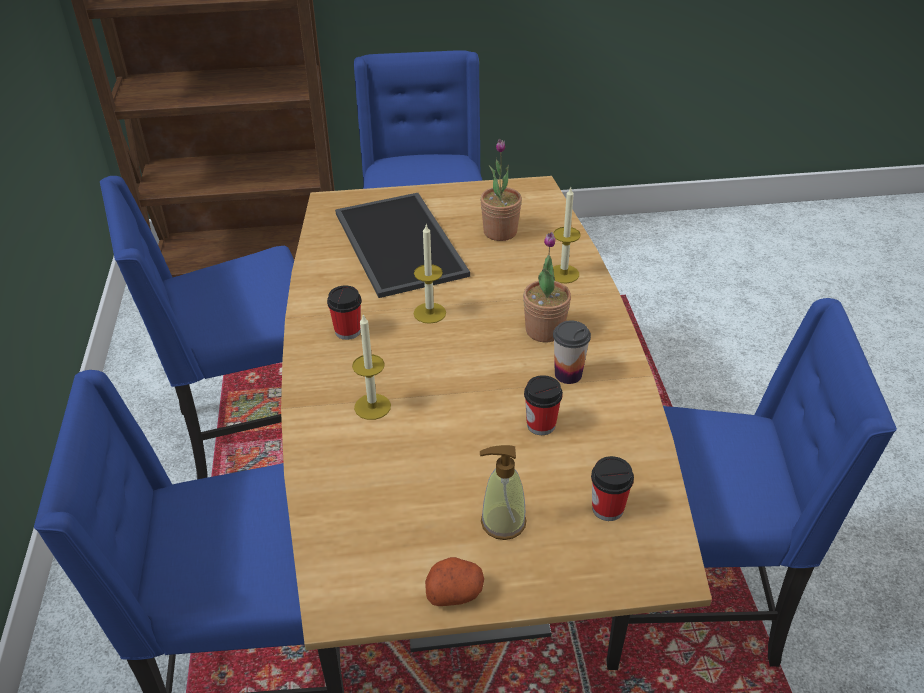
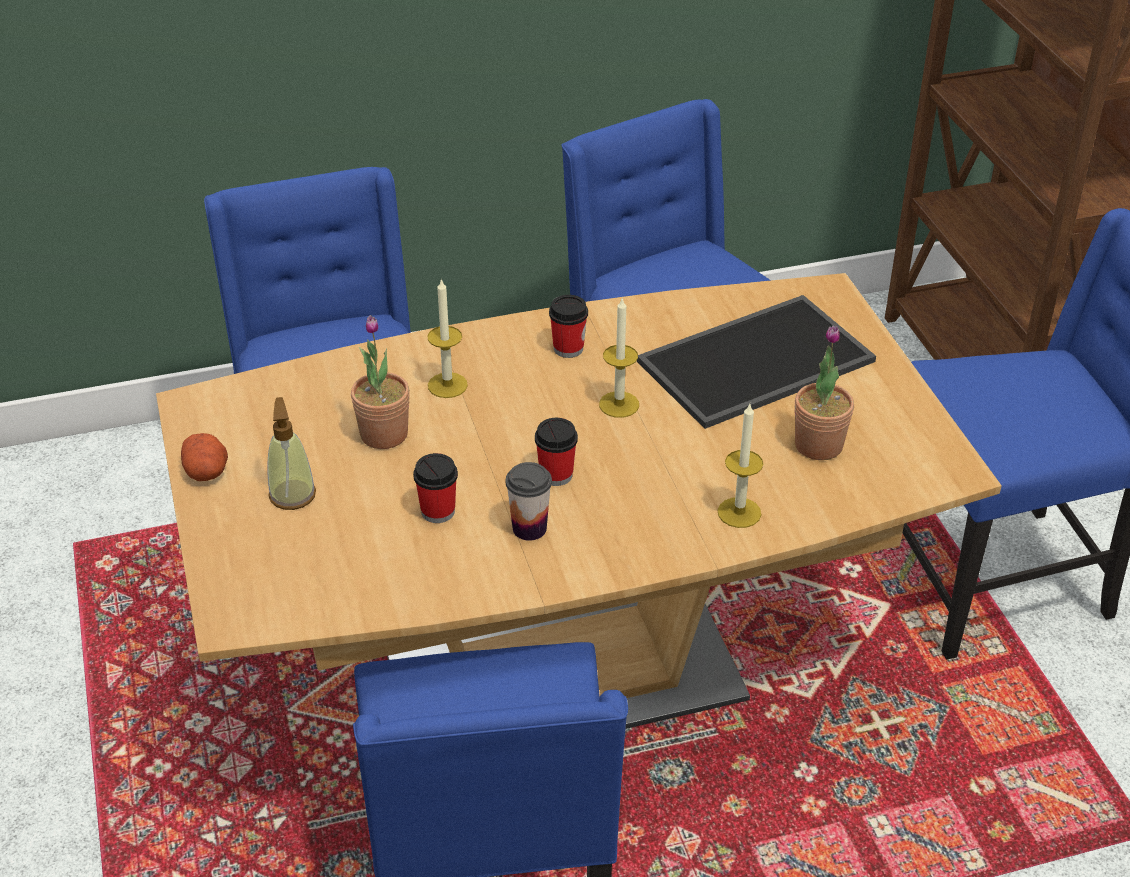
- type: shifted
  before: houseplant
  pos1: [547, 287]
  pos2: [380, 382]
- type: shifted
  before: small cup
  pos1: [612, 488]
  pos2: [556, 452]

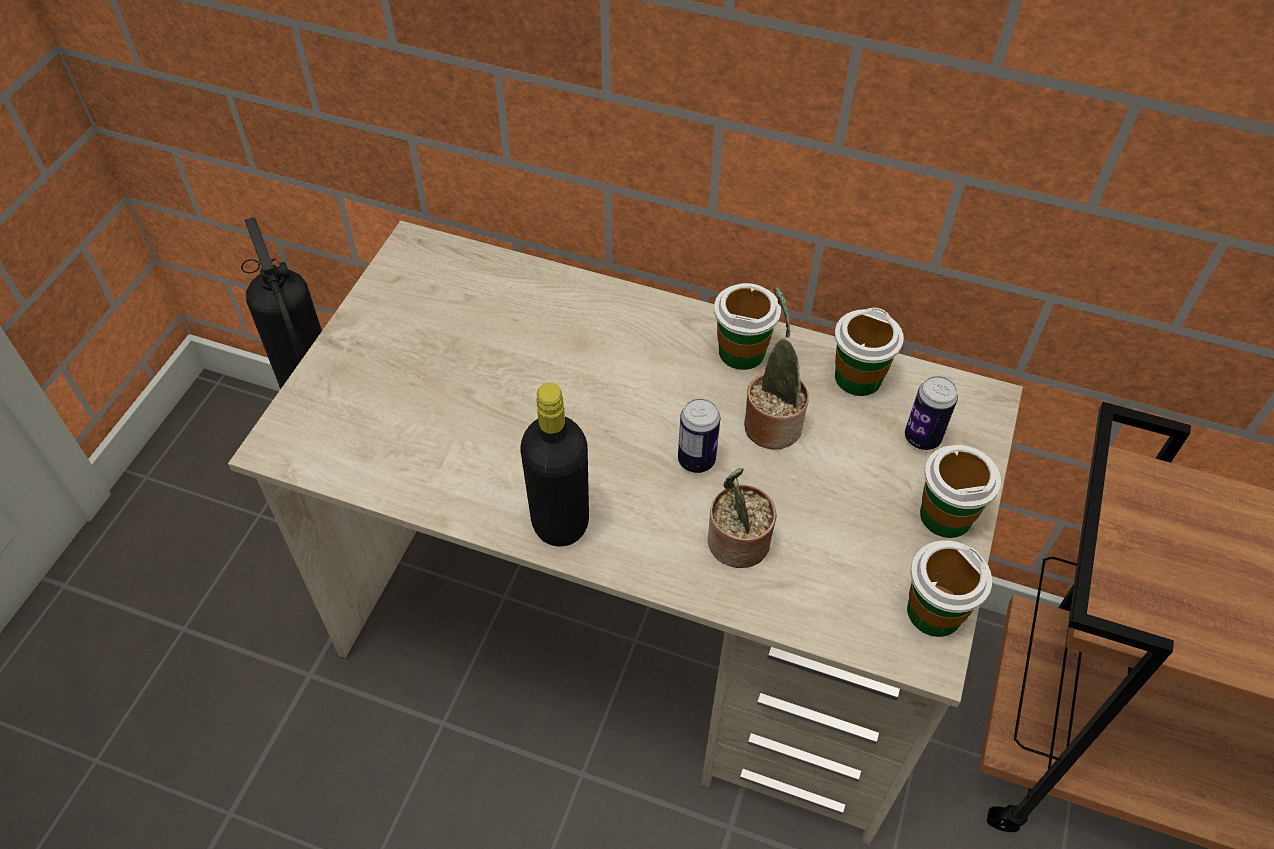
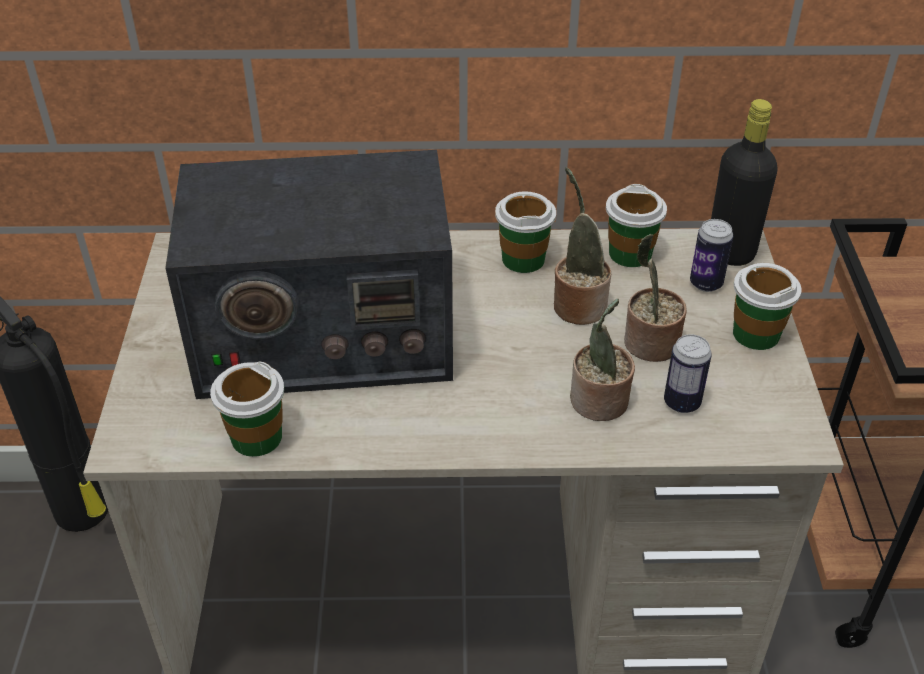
- type: shifted
  before: black-coloured drink bottle
  pos1: [555, 465]
  pos2: [744, 182]
- type: shifted
  before: can
  pos1: [699, 435]
  pos2: [688, 373]
- type: shifted
  before: small cup
  pos1: [949, 588]
  pos2: [247, 409]
- type: new
  after: radio receiver
  pos2: [309, 274]
- type: new
  after: houseplant
  pos2: [655, 298]

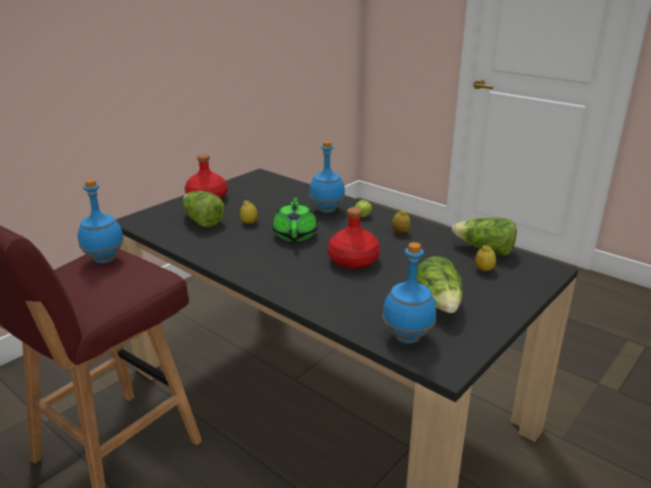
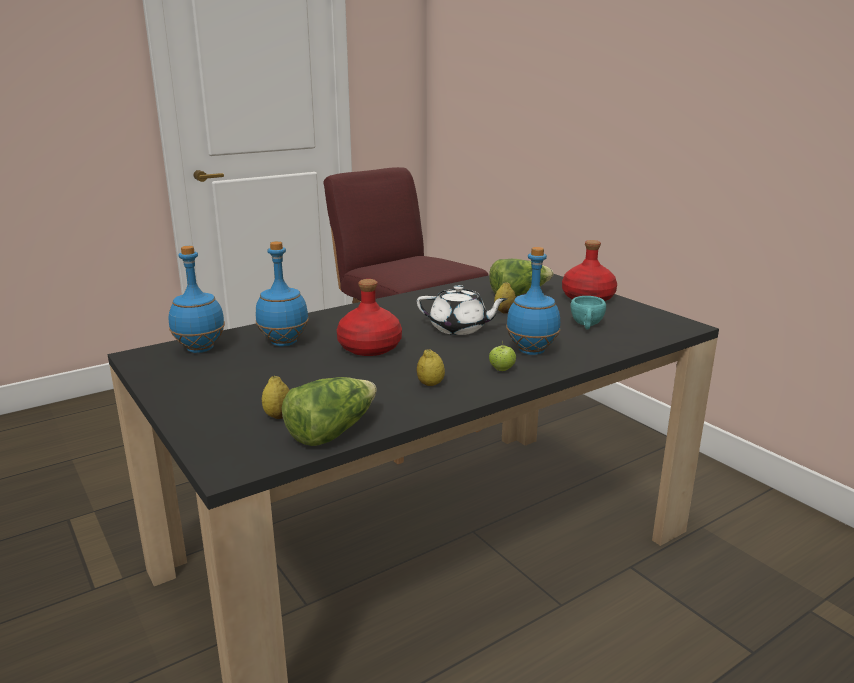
- type: shifted
  before: bluish drink bottle
  pos1: [101, 221]
  pos2: [282, 294]
- type: repainted
  before: green teapot
  after: white-coloured teapot
  pos1: [295, 218]
  pos2: [462, 310]
- type: gone
  before: lettuce head
  pos1: [440, 284]
- type: new
  after: turquoise small cup
  pos2: [588, 313]

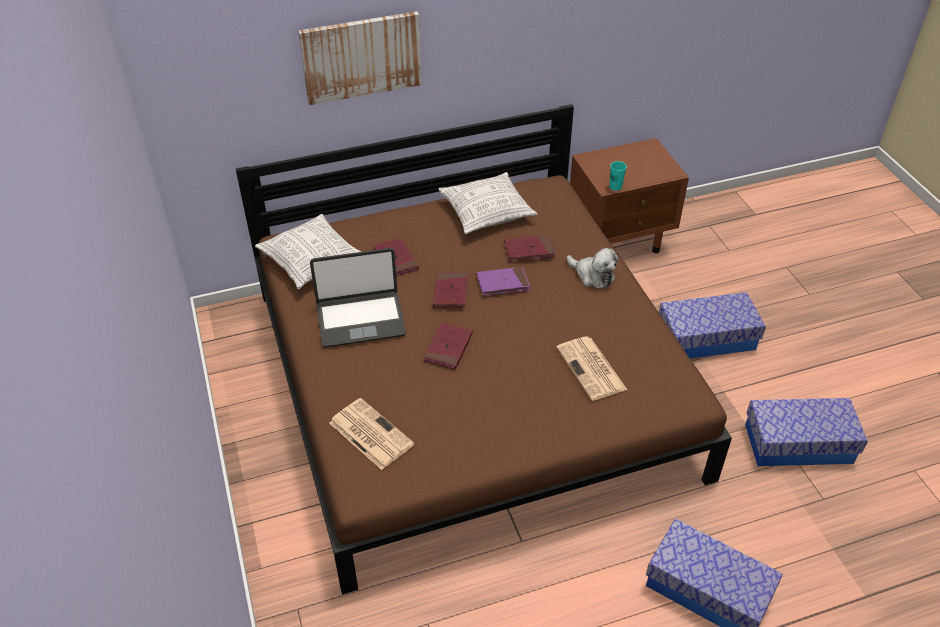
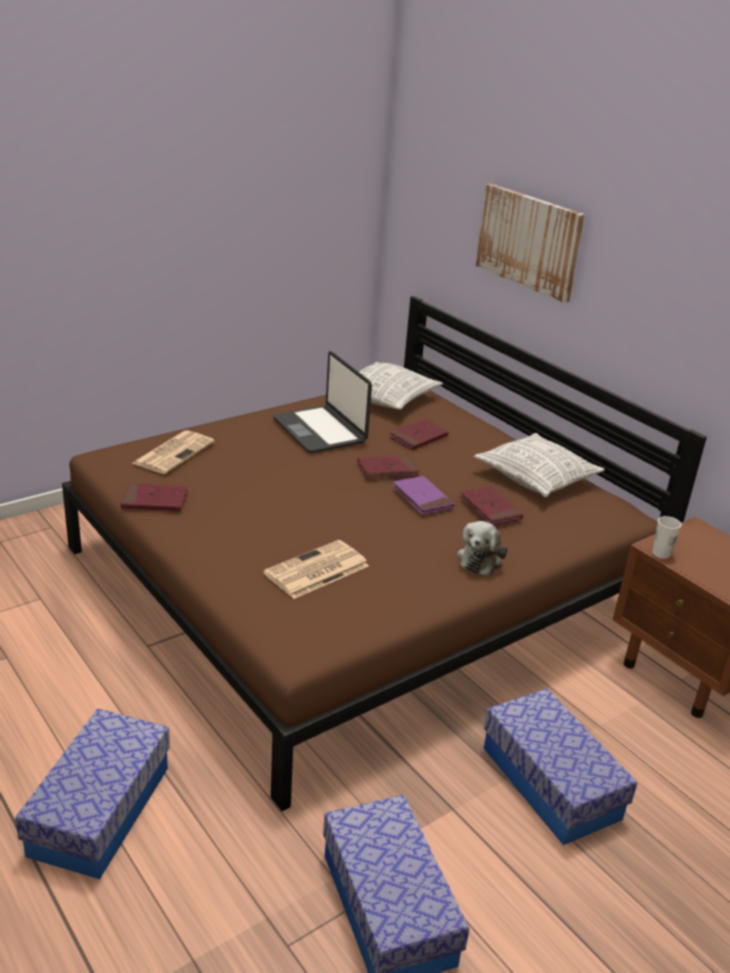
- type: shifted
  before: reddish book
  pos1: [448, 346]
  pos2: [154, 497]
- type: repainted
  before: turquoise small cup
  after: white-coloured small cup
  pos1: [618, 176]
  pos2: [667, 537]

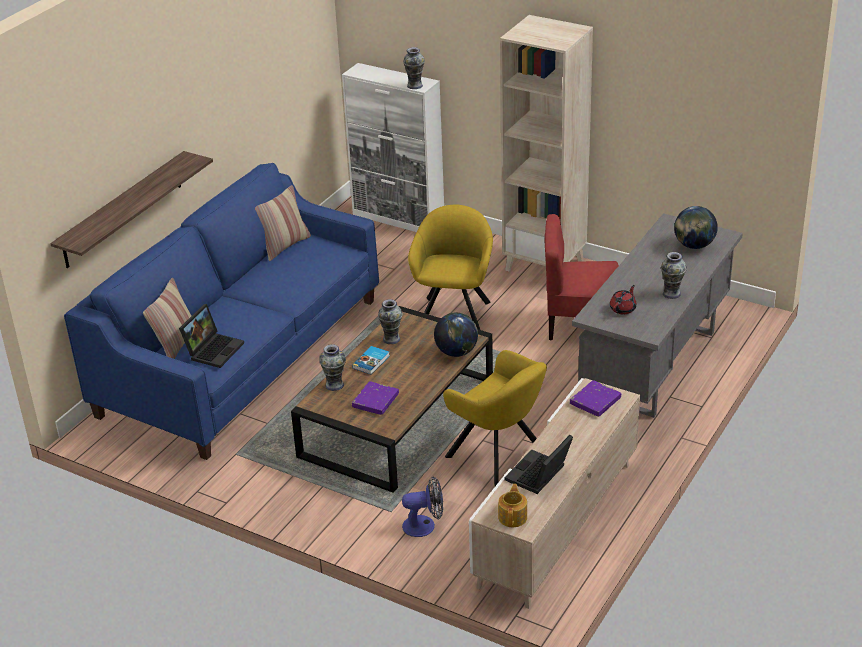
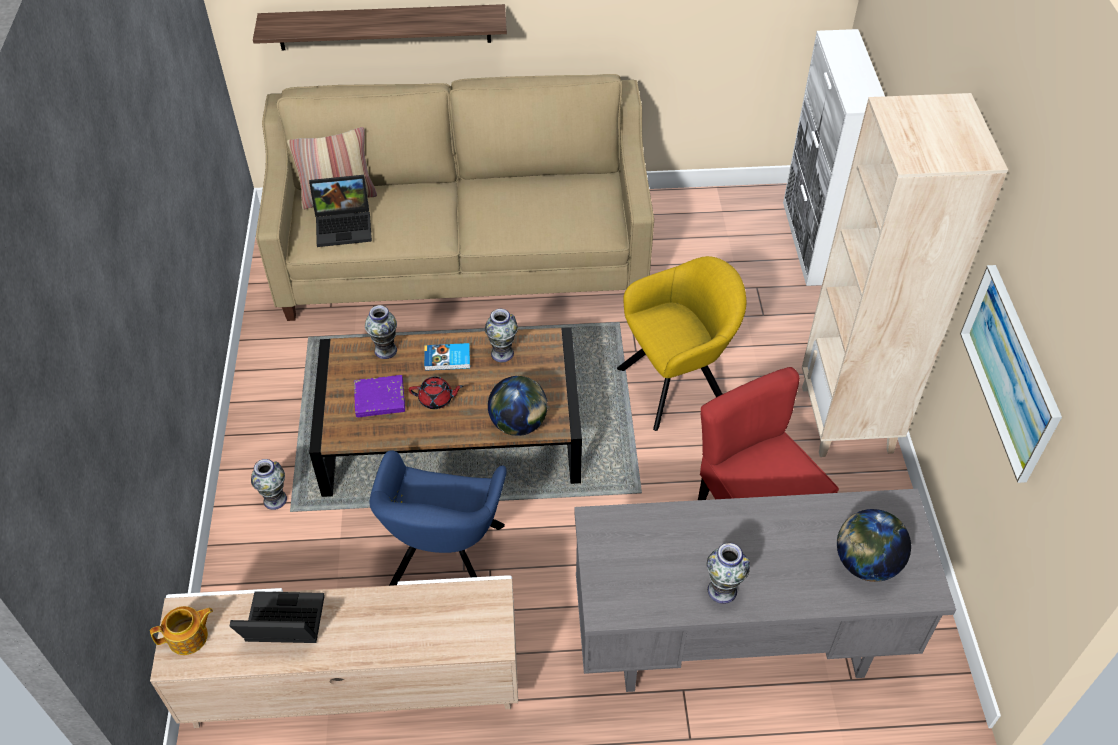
- type: repainted
  before: bluish sofa
  after: beige sofa
  pos1: [221, 311]
  pos2: [455, 197]
- type: gone
  before: pillow
  pos1: [283, 223]
- type: gone
  before: fan
  pos1: [422, 506]
- type: shifted
  before: vase
  pos1: [414, 68]
  pos2: [269, 484]
- type: repainted
  before: yellow-coloured easy chair
  after: bluish easy chair
  pos1: [495, 418]
  pos2: [438, 518]
- type: gone
  before: purple-coloured book
  pos1: [595, 398]
- type: shifted
  before: reddish teapot
  pos1: [623, 299]
  pos2: [436, 393]
- type: new
  after: wall picture
  pos2: [1011, 374]

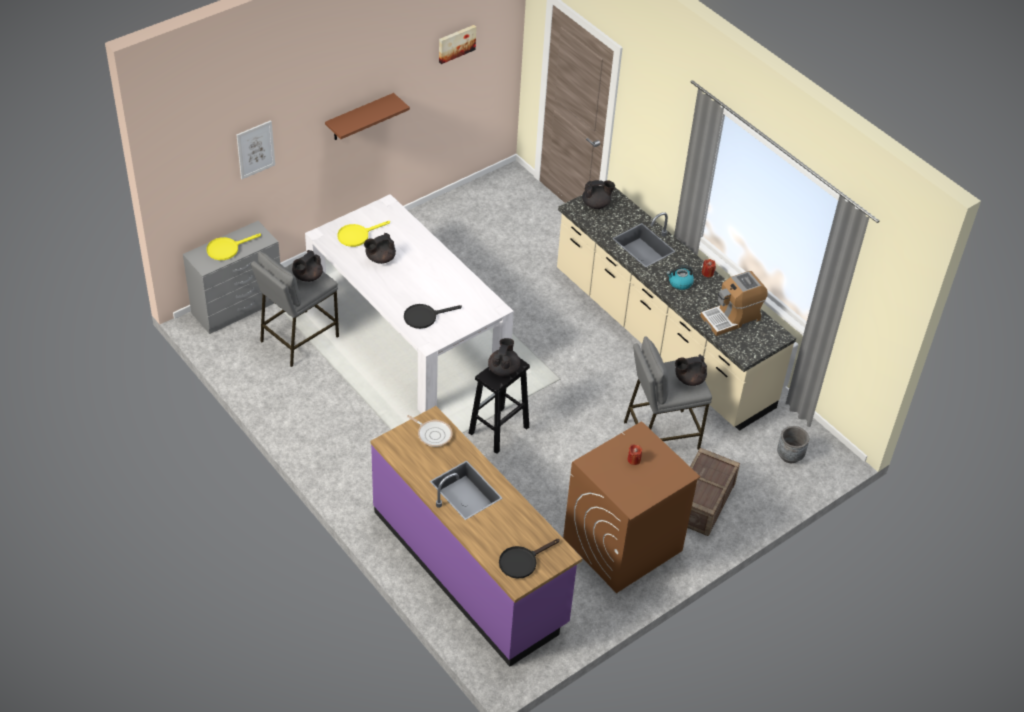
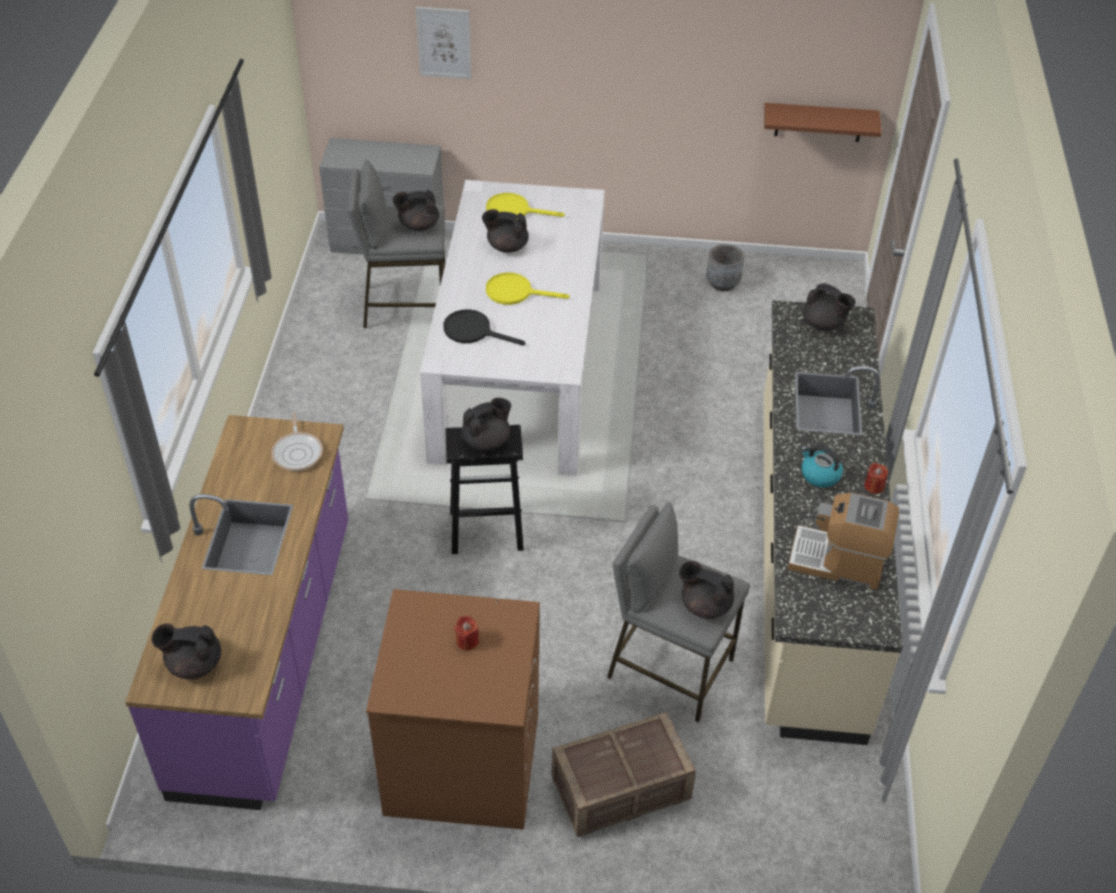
- type: shifted
  before: yellow-coloured frying pan
  pos1: [234, 246]
  pos2: [528, 288]
- type: shifted
  before: brown shelf
  pos1: [367, 116]
  pos2: [823, 122]
- type: gone
  before: wall picture
  pos1: [457, 44]
- type: swapped
  before: black-coloured frying pan
  after: black-coloured teapot
  pos1: [529, 559]
  pos2: [186, 651]
- type: shifted
  before: grey flower pot
  pos1: [793, 444]
  pos2: [725, 268]

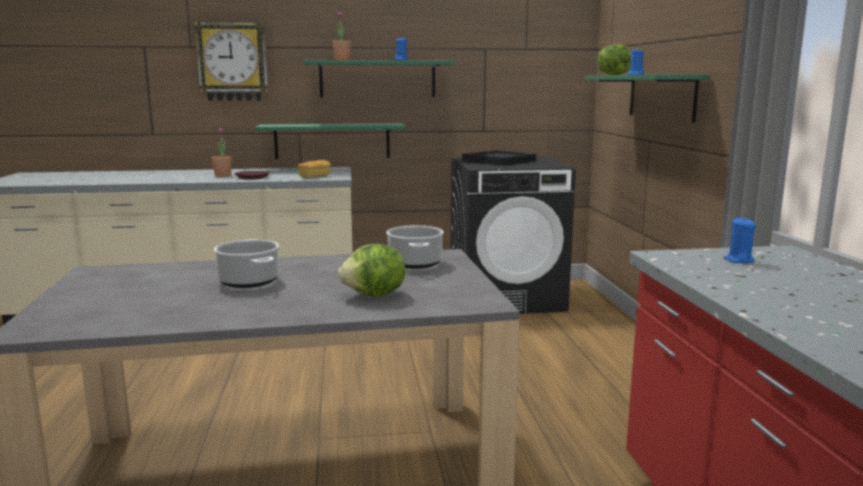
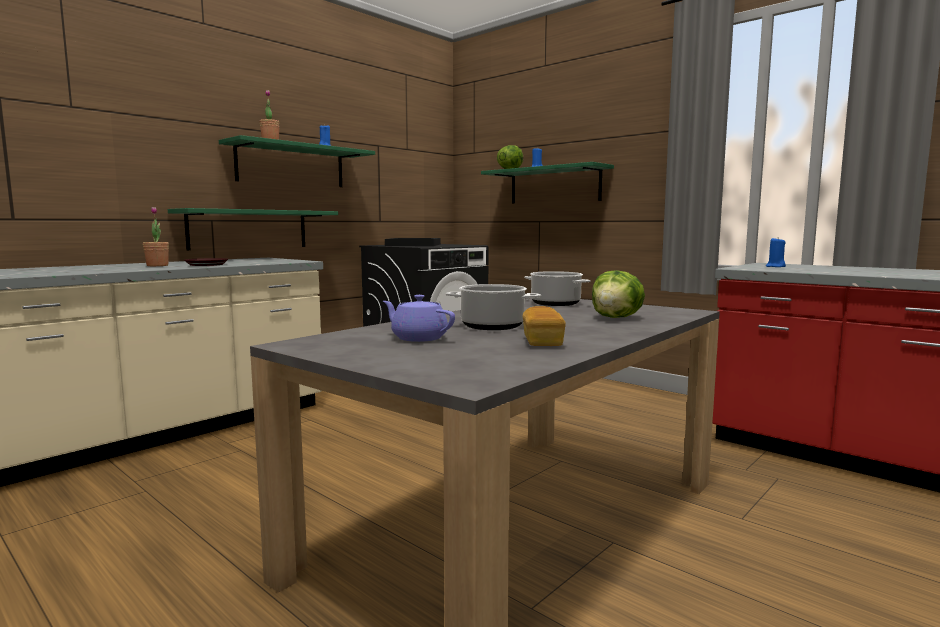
- type: gone
  before: hanging clock
  pos1: [231, 61]
- type: shifted
  before: baked bread
  pos1: [314, 169]
  pos2: [544, 326]
- type: new
  after: purple-coloured teapot
  pos2: [419, 318]

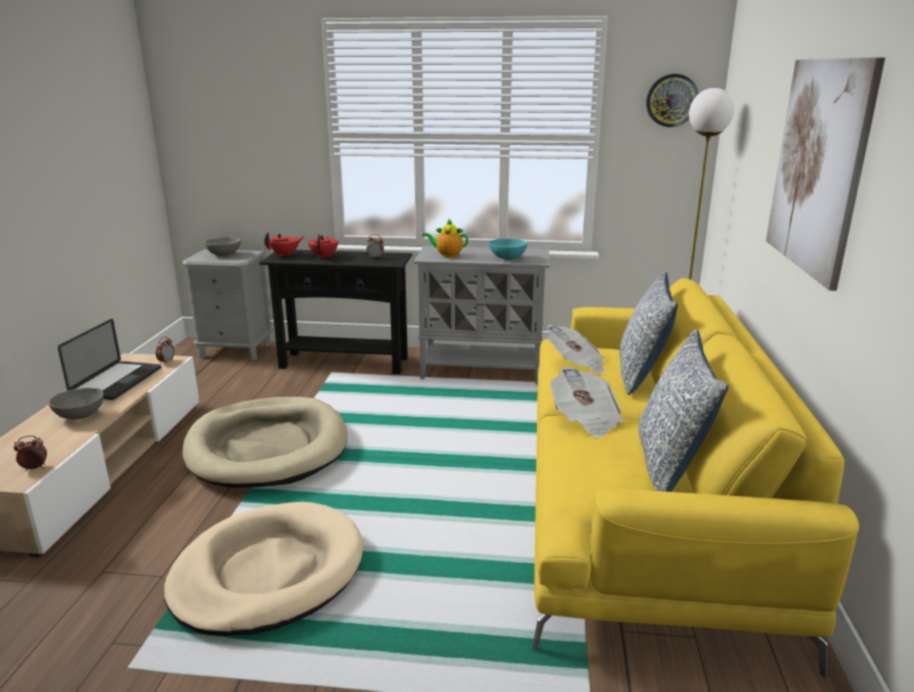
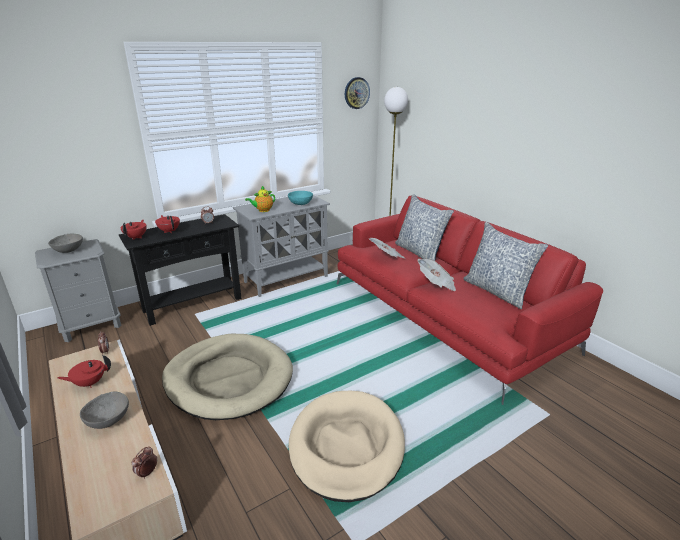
- type: swapped
  before: laptop
  after: reddish teapot
  pos1: [109, 359]
  pos2: [84, 371]
- type: repainted
  before: yellow-coloured sofa
  after: reddish sofa
  pos1: [695, 478]
  pos2: [470, 300]
- type: gone
  before: wall picture
  pos1: [825, 174]

